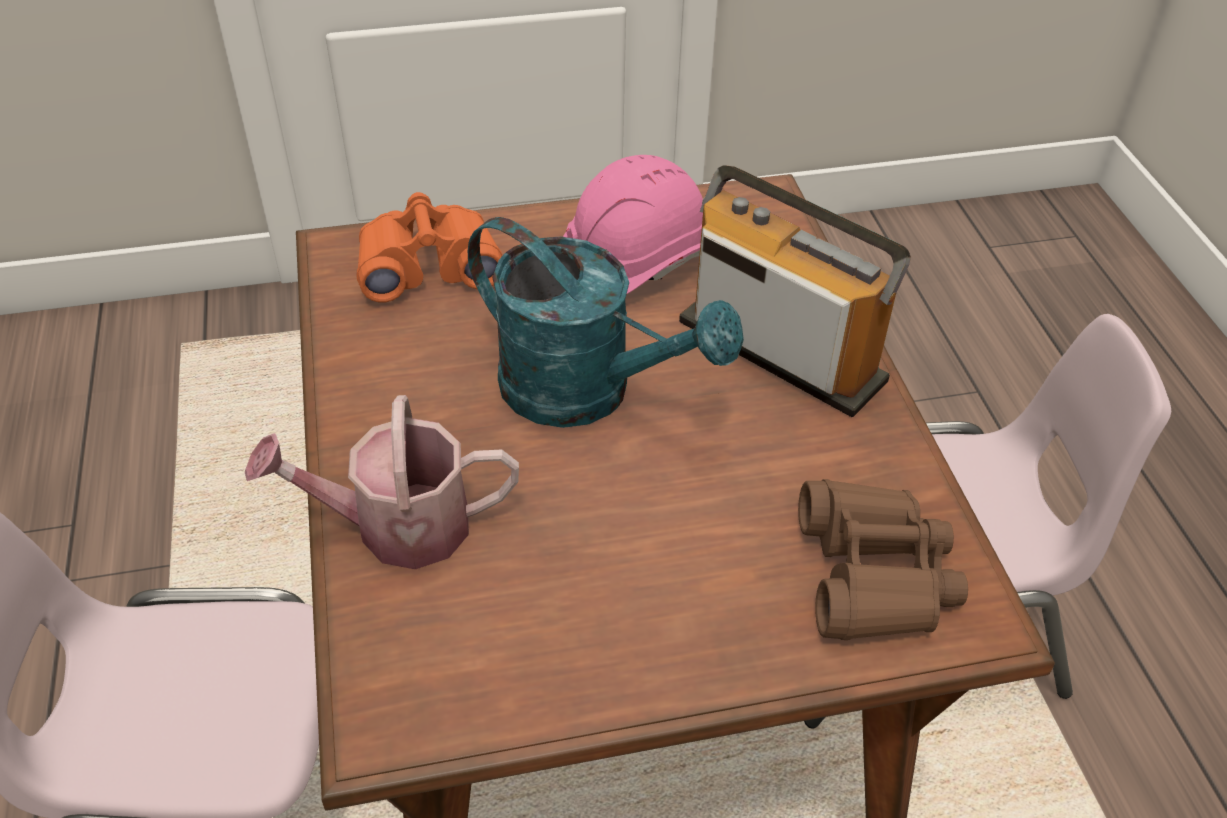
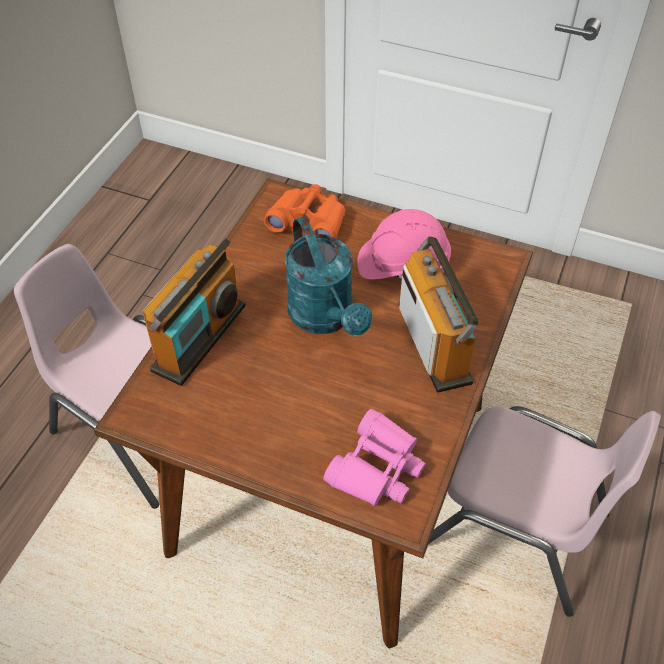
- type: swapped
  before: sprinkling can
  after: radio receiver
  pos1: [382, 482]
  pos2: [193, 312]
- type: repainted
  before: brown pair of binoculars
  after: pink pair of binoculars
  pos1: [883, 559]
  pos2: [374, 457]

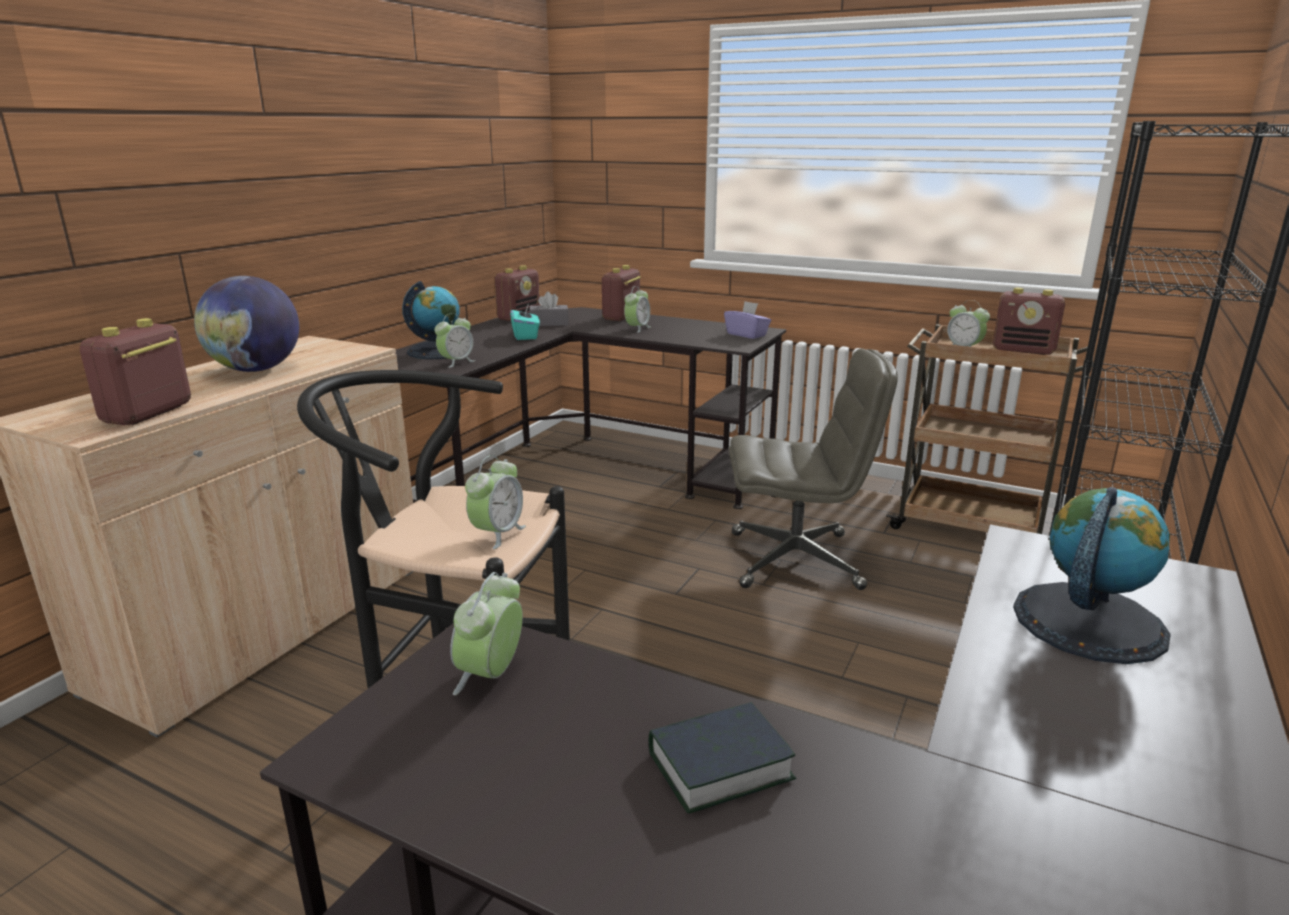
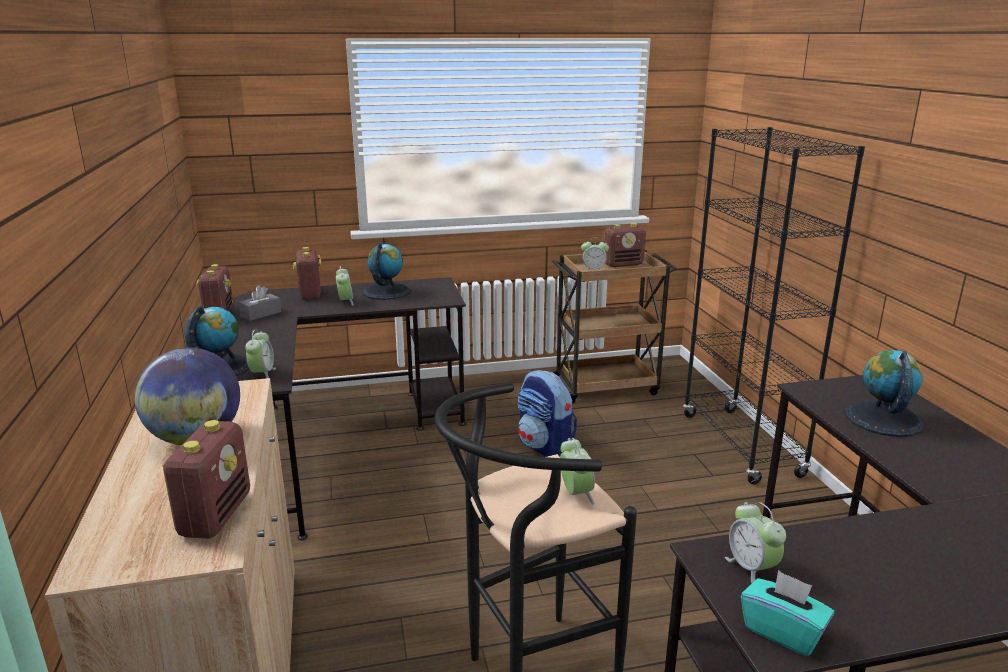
- type: rotated
  before: radio receiver
  pos1: [135, 371]
  pos2: [206, 479]
  turn: -150
- type: shifted
  before: turquoise tissue box
  pos1: [525, 322]
  pos2: [787, 613]
- type: gone
  before: book
  pos1: [722, 757]
- type: gone
  before: purple-coloured tissue box
  pos1: [747, 320]
- type: swapped
  before: grey computer chair
  after: backpack
  pos1: [813, 469]
  pos2: [547, 413]
- type: new
  after: world globe
  pos2: [387, 271]

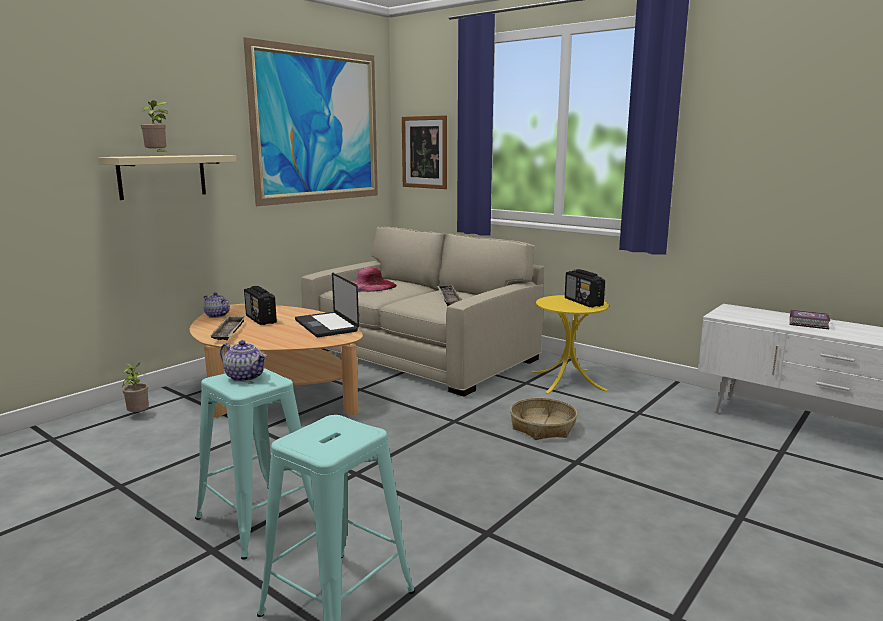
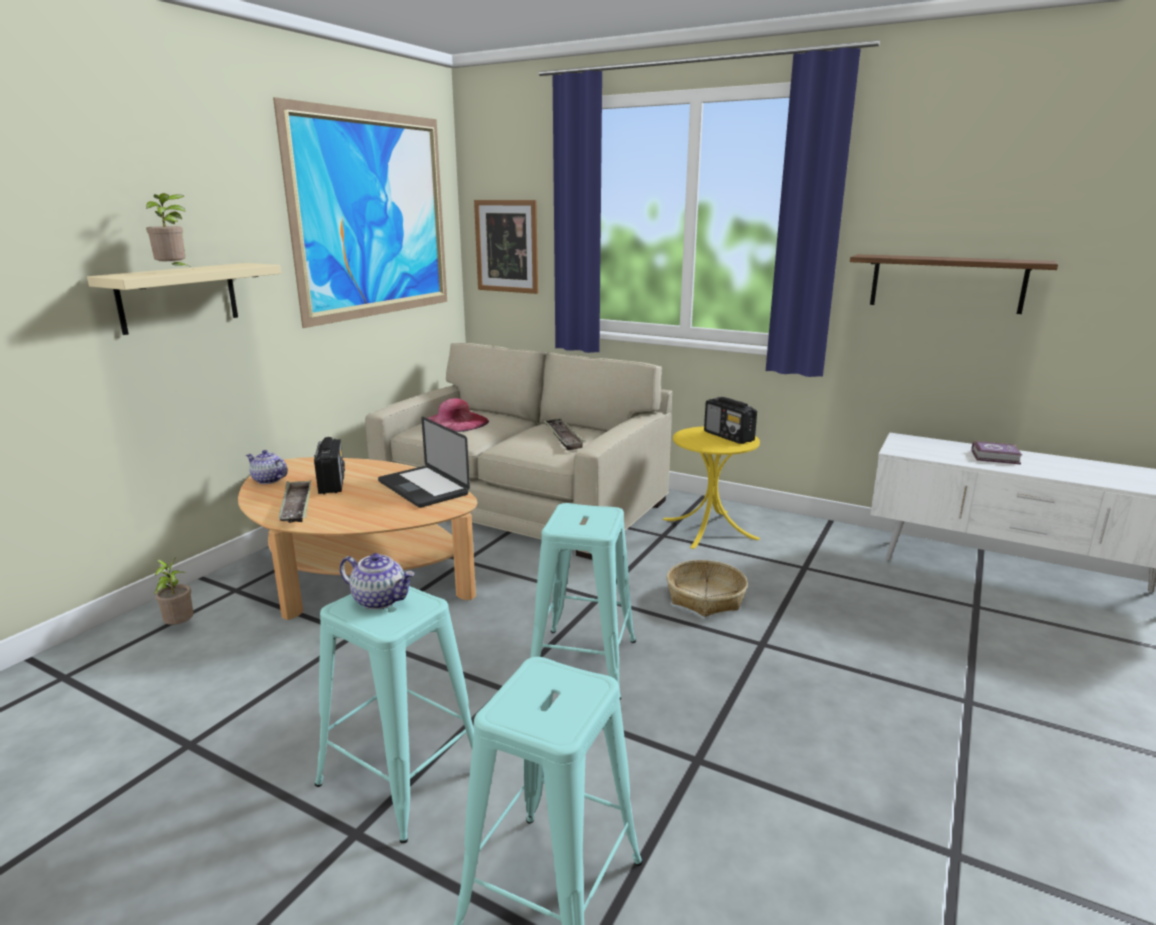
- type: rotated
  before: radio receiver
  pos1: [260, 305]
  pos2: [329, 465]
  turn: -150
- type: new
  after: turquoise stool
  pos2: [583, 601]
- type: new
  after: shelf
  pos2: [954, 284]

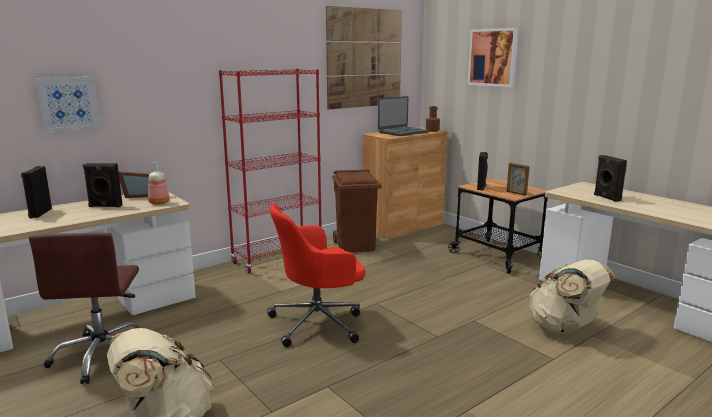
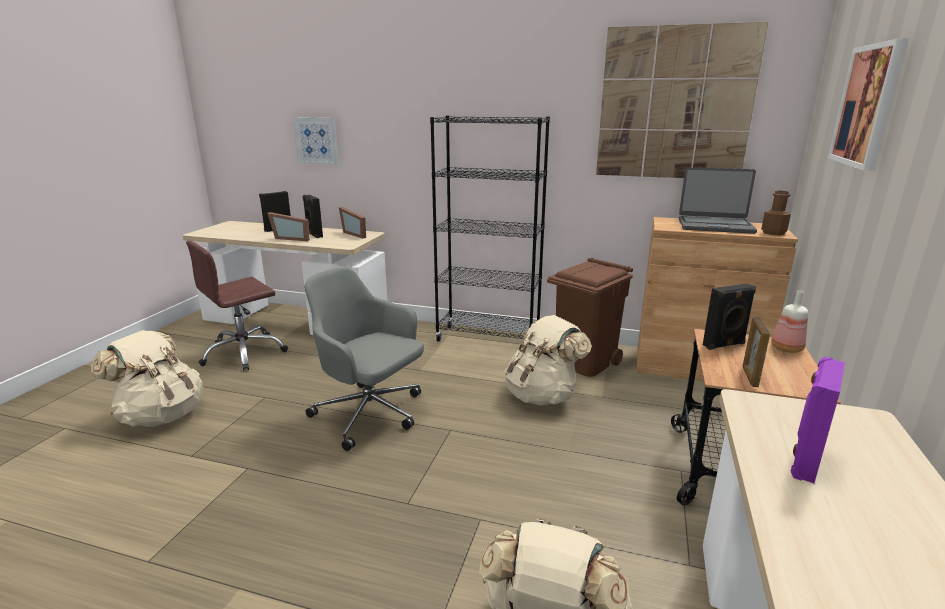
- type: shifted
  before: drink bottle
  pos1: [159, 183]
  pos2: [789, 321]
- type: repainted
  before: reddish bookshelf
  after: black-coloured bookshelf
  pos1: [270, 171]
  pos2: [490, 228]
- type: repainted
  before: reddish computer chair
  after: grey computer chair
  pos1: [316, 275]
  pos2: [364, 359]
- type: repainted
  before: black-coloured audio speaker
  after: purple-coloured audio speaker
  pos1: [610, 178]
  pos2: [818, 419]
- type: new
  after: photo frame
  pos2: [288, 226]
- type: new
  after: beige backpack
  pos2: [548, 360]

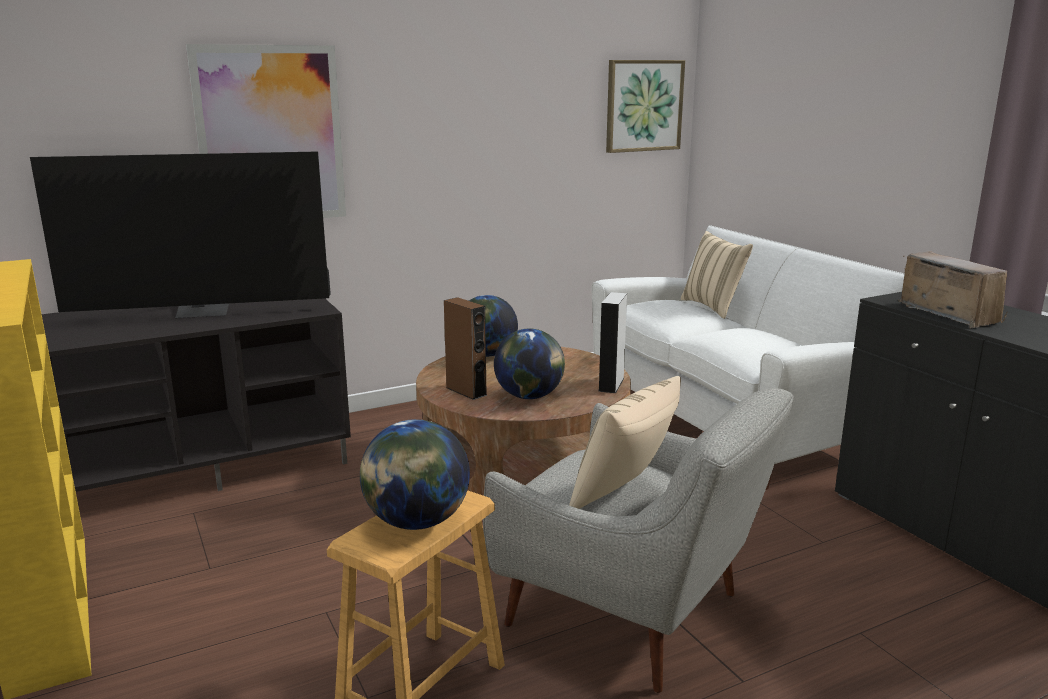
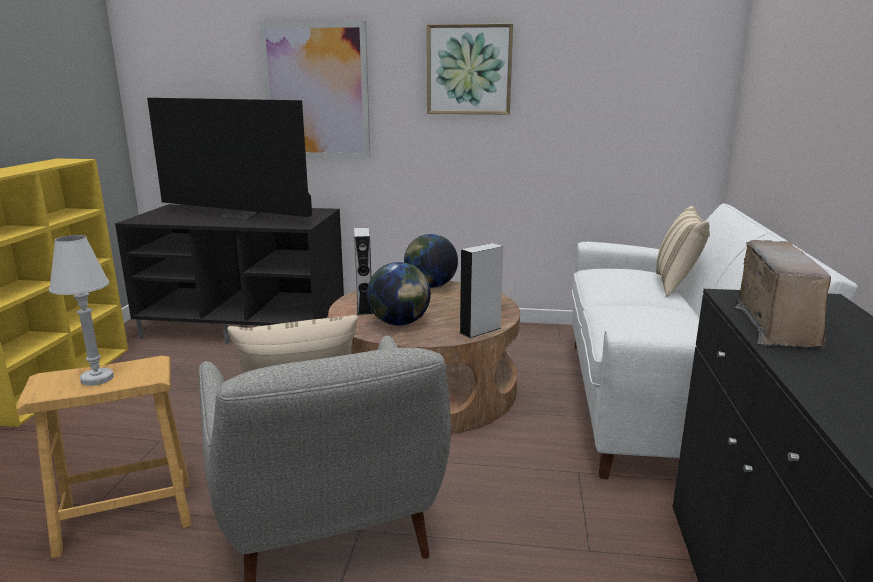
- type: swapped
  before: world globe
  after: white-coloured table lamp
  pos1: [415, 474]
  pos2: [81, 310]
- type: repainted
  before: brown audio speaker
  after: grey audio speaker
  pos1: [465, 348]
  pos2: [363, 271]
- type: shifted
  before: wall picture
  pos1: [645, 106]
  pos2: [470, 69]

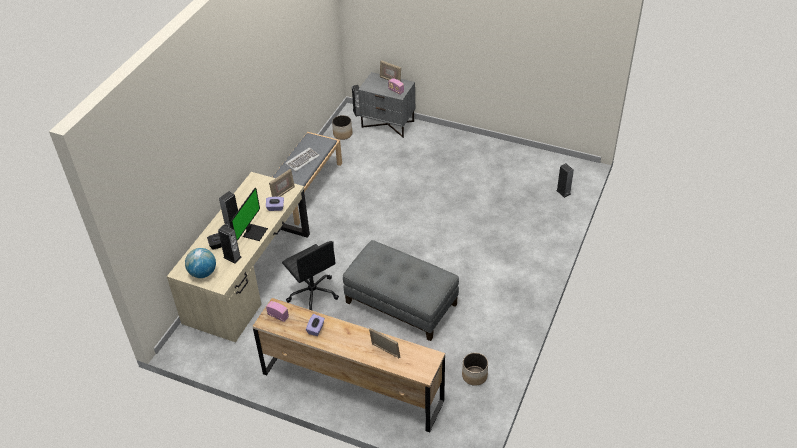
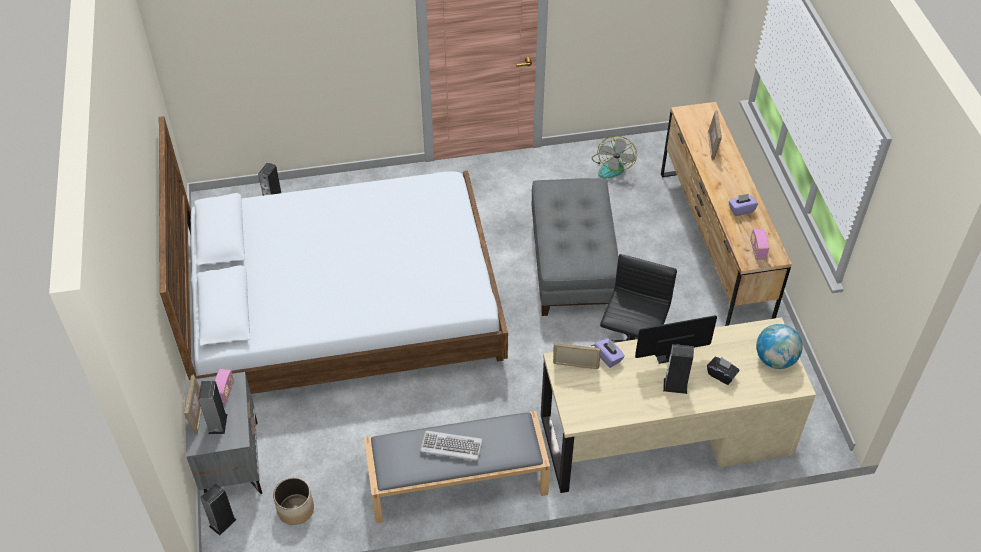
- type: shifted
  before: audio speaker
  pos1: [229, 244]
  pos2: [213, 407]
- type: swapped
  before: flower pot
  after: fan
  pos1: [475, 369]
  pos2: [614, 157]
- type: new
  after: bed
  pos2: [333, 255]

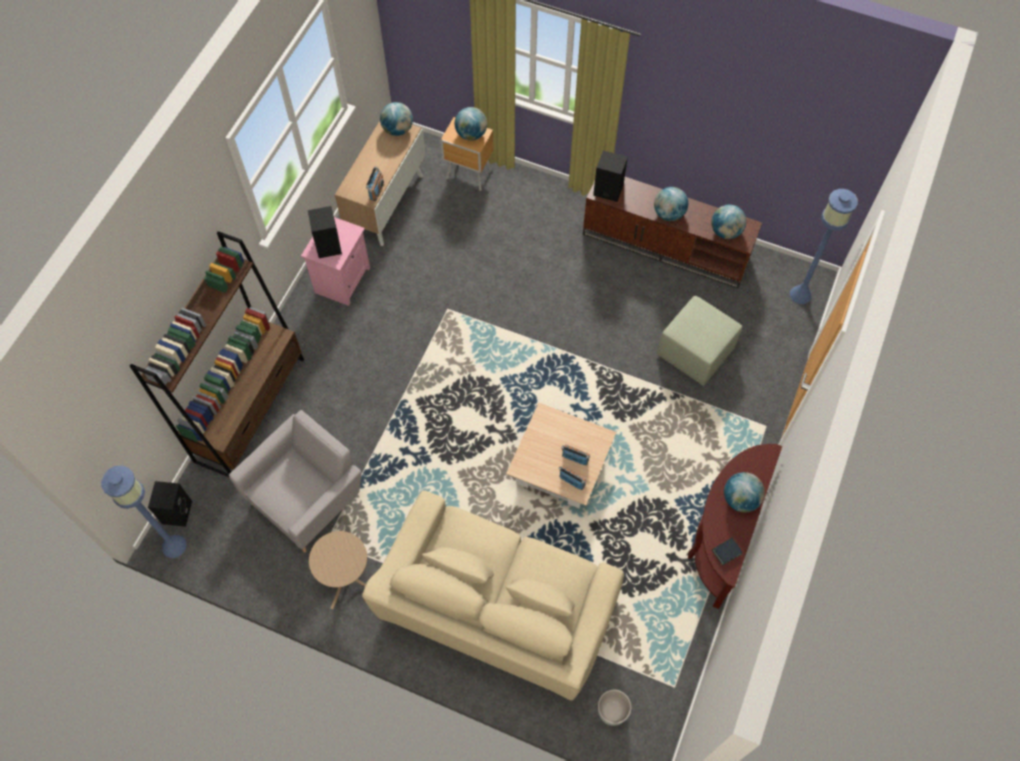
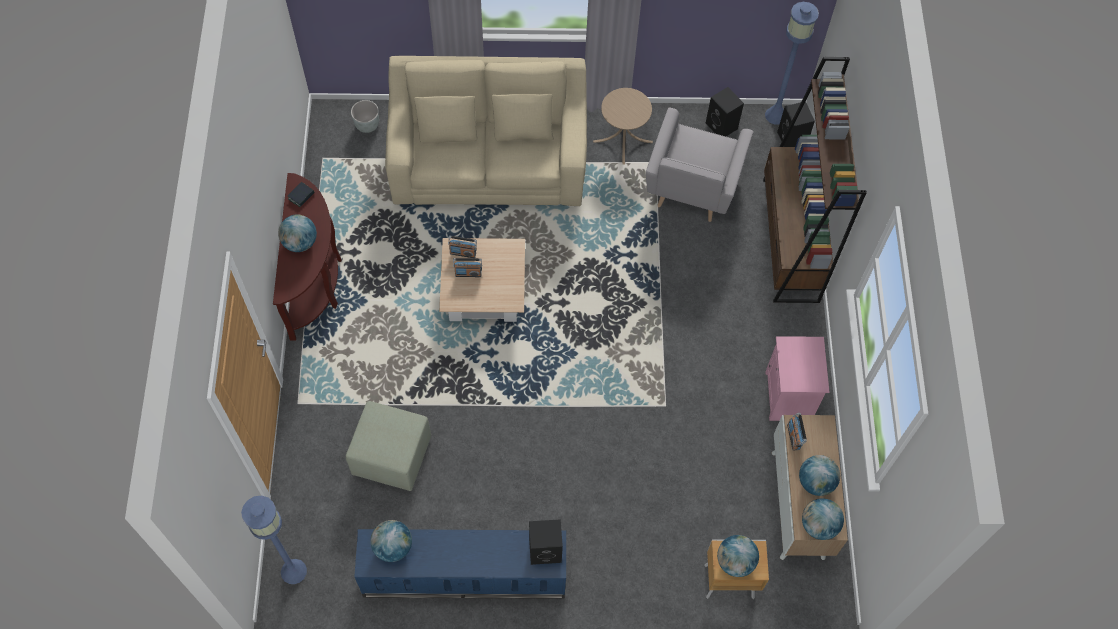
- type: shifted
  before: black-coloured audio speaker
  pos1: [325, 232]
  pos2: [725, 111]
- type: repainted
  before: brown tv unit
  after: bluish tv unit
  pos1: [672, 232]
  pos2: [460, 564]
- type: shifted
  before: world globe
  pos1: [671, 204]
  pos2: [819, 475]

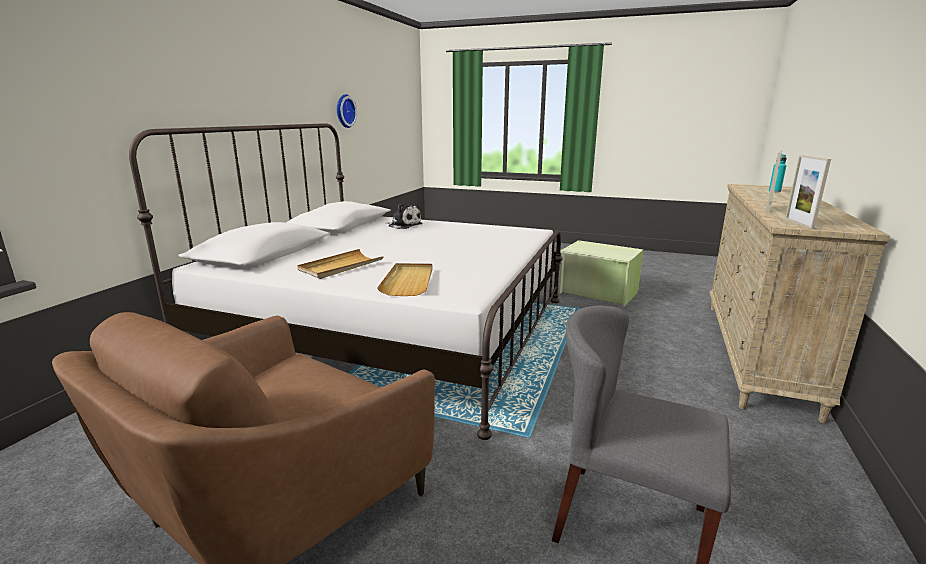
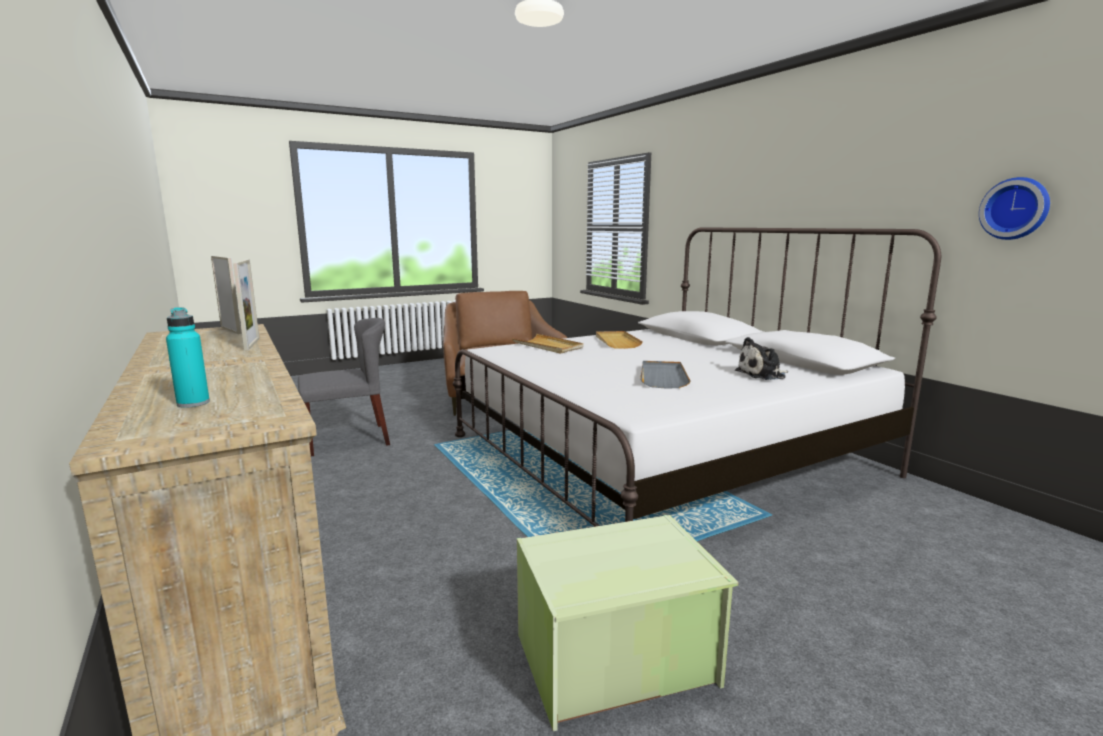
- type: new
  after: grey tray
  pos2: [665, 374]

